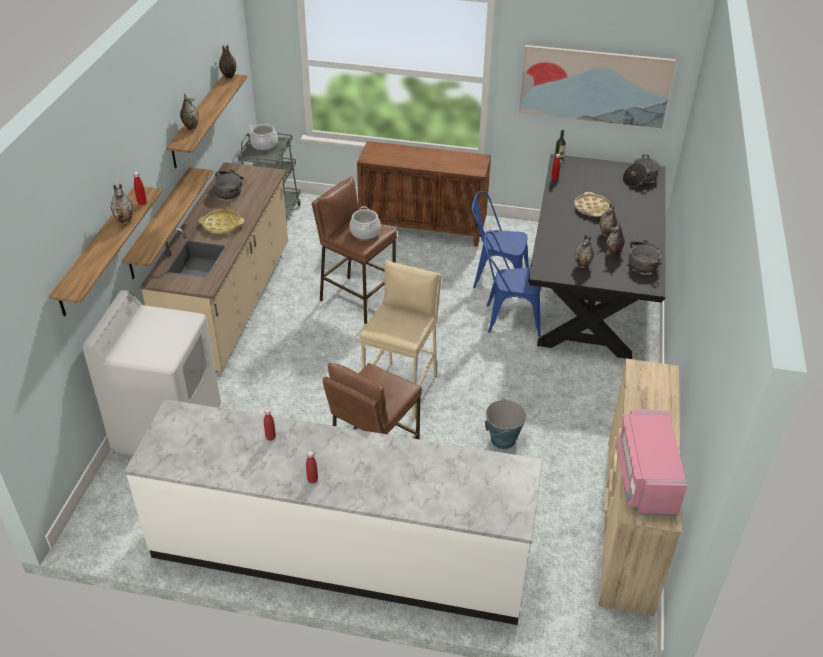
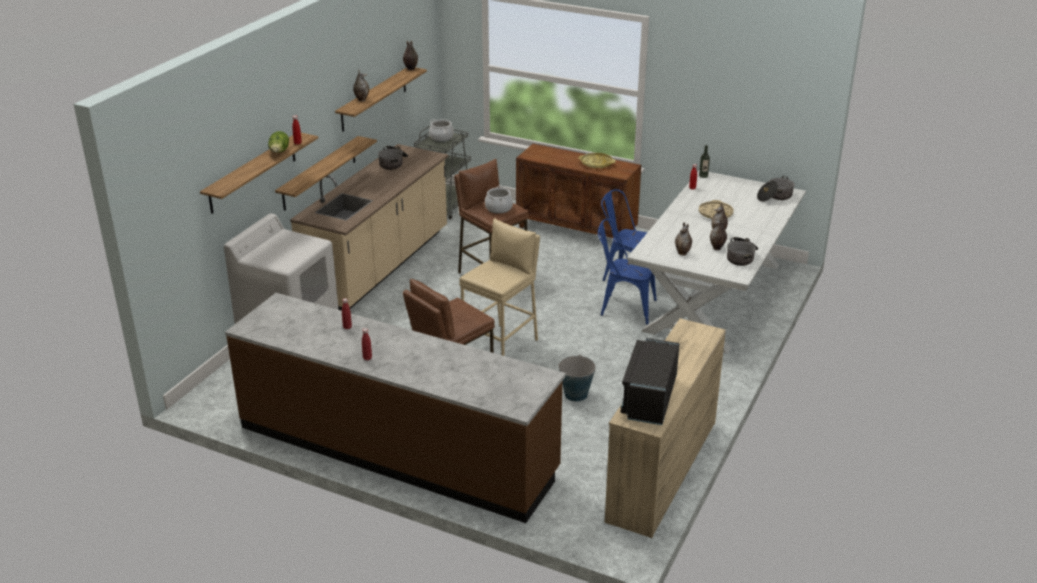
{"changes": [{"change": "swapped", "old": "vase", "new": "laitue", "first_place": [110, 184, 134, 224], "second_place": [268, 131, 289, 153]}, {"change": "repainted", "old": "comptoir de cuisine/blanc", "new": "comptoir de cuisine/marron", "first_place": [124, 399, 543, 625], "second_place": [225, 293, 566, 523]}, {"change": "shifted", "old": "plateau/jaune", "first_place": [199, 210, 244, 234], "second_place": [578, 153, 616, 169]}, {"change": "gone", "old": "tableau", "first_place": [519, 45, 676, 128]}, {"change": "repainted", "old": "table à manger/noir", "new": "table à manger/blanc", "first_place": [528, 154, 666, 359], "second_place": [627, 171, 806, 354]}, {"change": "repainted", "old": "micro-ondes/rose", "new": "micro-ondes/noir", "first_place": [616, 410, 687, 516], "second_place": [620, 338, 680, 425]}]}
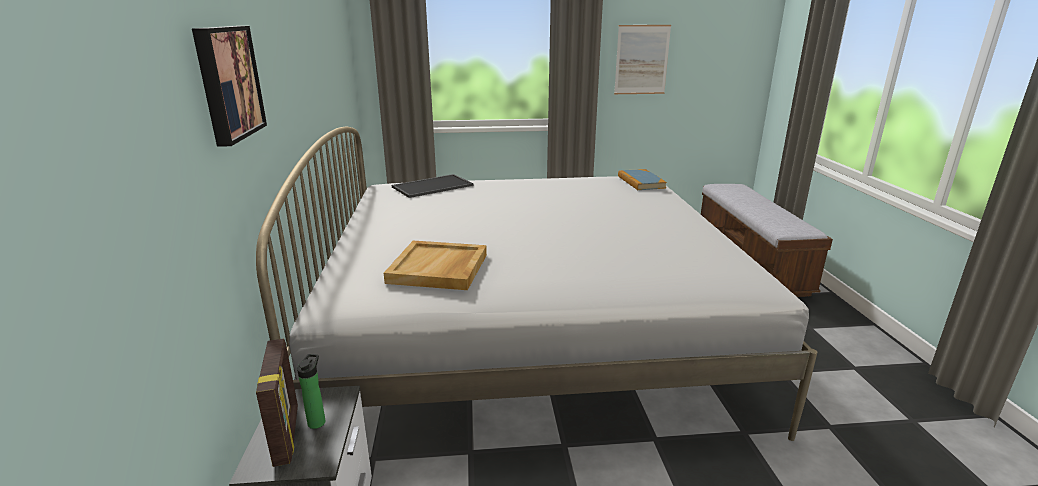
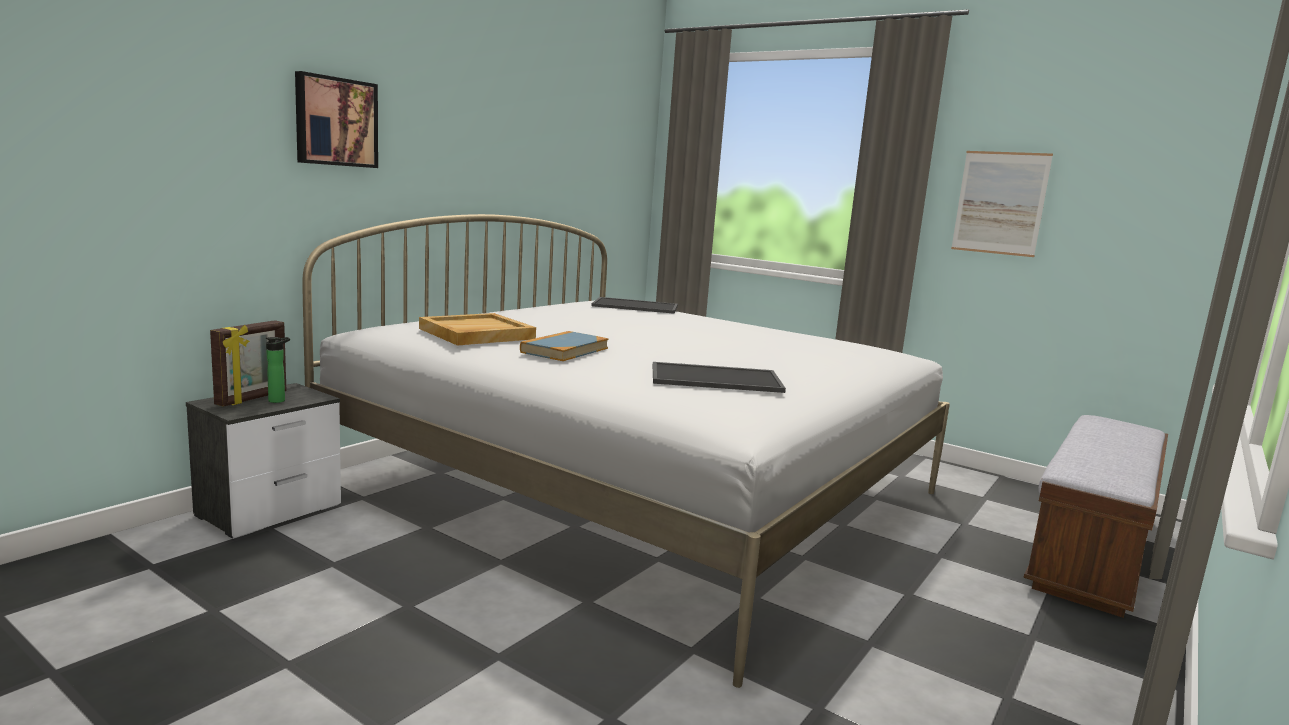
{"changes": [{"change": "shifted", "old": "livre", "first_place": [618, 169, 667, 190], "second_place": [520, 331, 609, 361]}, {"change": "new", "new": "plateau", "second_place": [653, 362, 786, 393]}]}
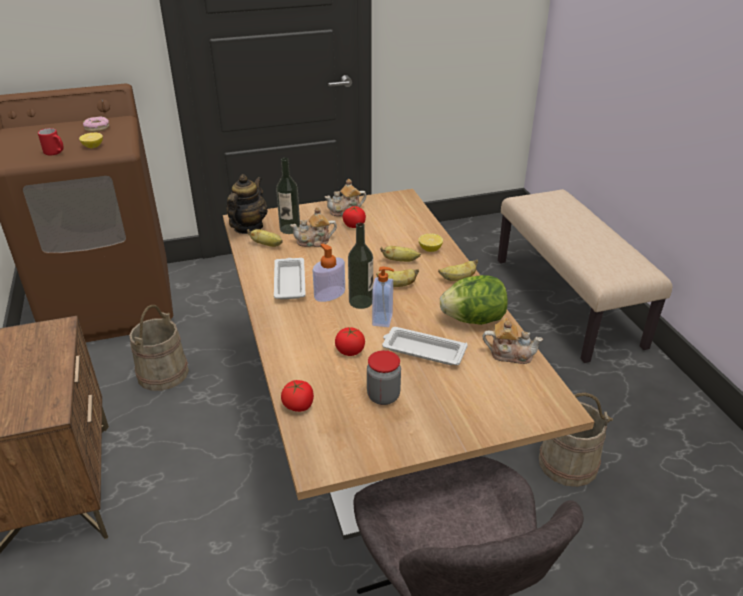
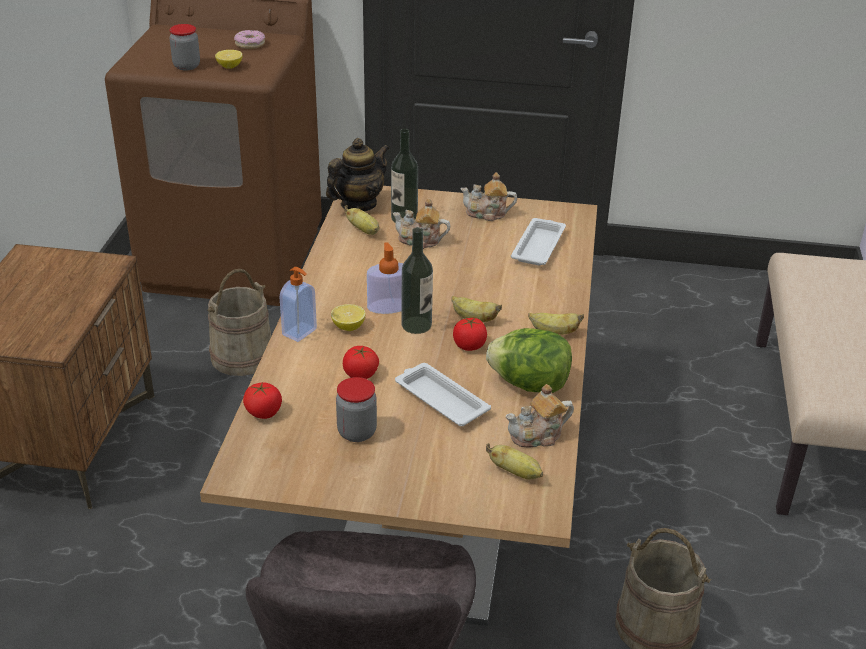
{"changes": [{"change": "swapped", "old": "mug/rouge", "new": "bocal", "first_place": [38, 128, 63, 156], "second_place": [169, 24, 200, 70]}, {"change": "shifted", "old": "plateau/blanc", "first_place": [274, 258, 306, 299], "second_place": [511, 218, 566, 266]}, {"change": "shifted", "old": "tomate", "first_place": [342, 206, 366, 228], "second_place": [453, 318, 487, 351]}, {"change": "shifted", "old": "distributeur de savon", "first_place": [372, 267, 394, 327], "second_place": [280, 267, 317, 342]}, {"change": "shifted", "old": "banane", "first_place": [380, 246, 421, 262], "second_place": [486, 443, 543, 480]}, {"change": "shifted", "old": "citron", "first_place": [418, 234, 443, 252], "second_place": [331, 304, 366, 331]}, {"change": "rotated", "old": "théière", "first_place": [483, 318, 543, 364], "second_place": [505, 384, 574, 447], "degrees": 120}]}
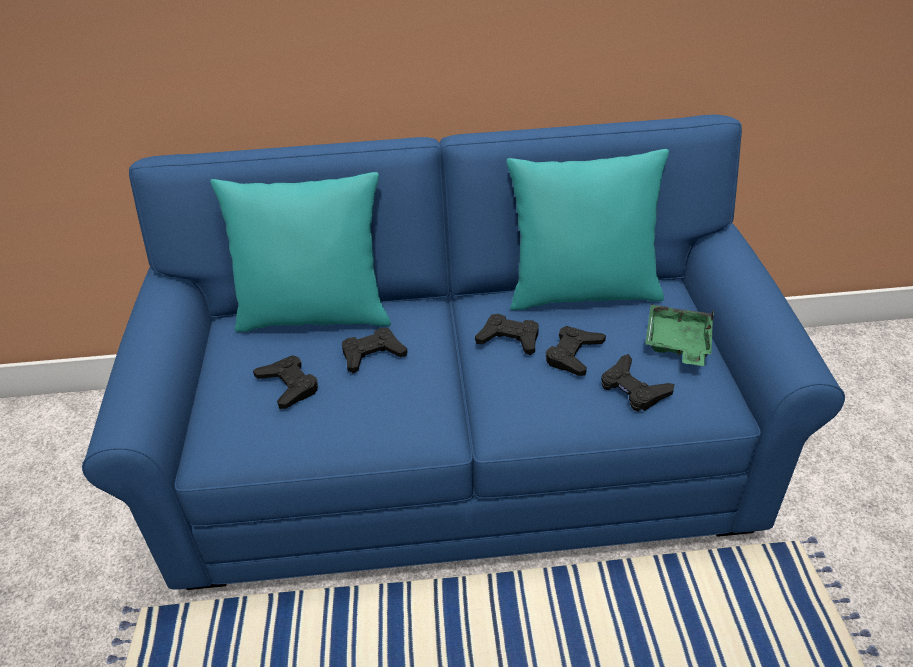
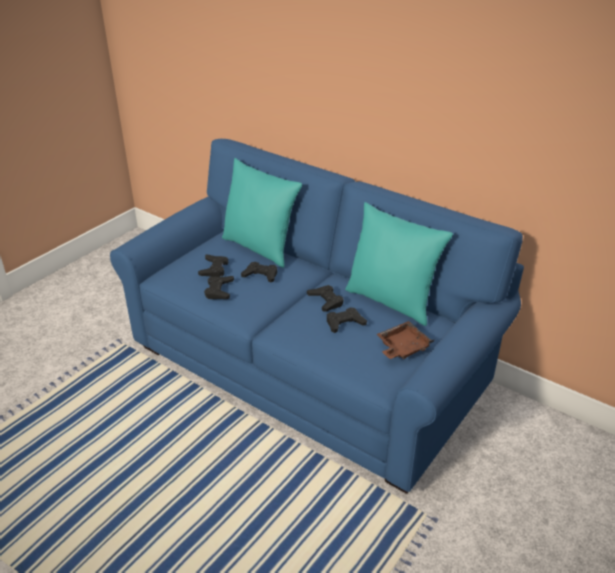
{"changes": [{"change": "shifted", "old": "manette/noir", "first_place": [601, 354, 675, 412], "second_place": [204, 276, 234, 299]}, {"change": "repainted", "old": "plateau/vert", "new": "plateau/marron", "first_place": [645, 304, 714, 366], "second_place": [376, 321, 435, 359]}]}
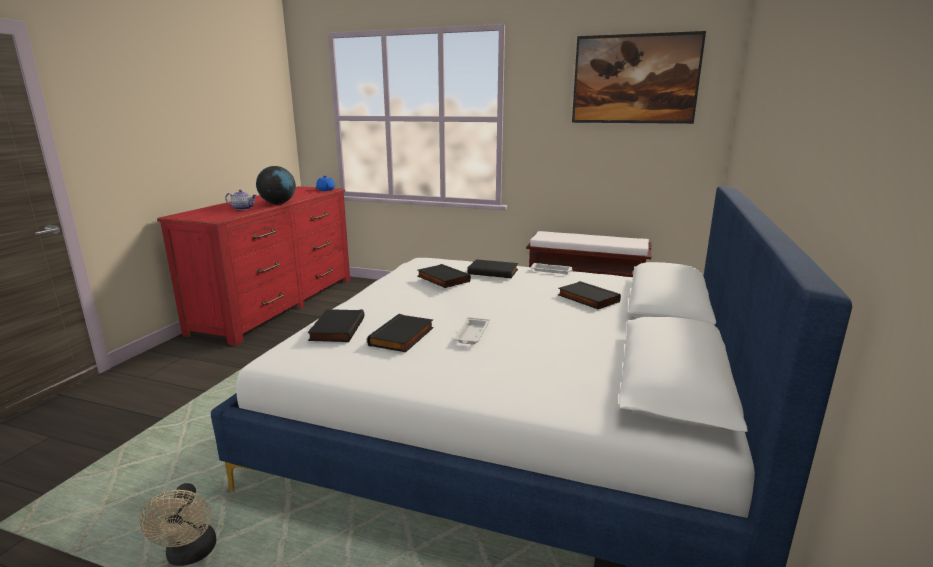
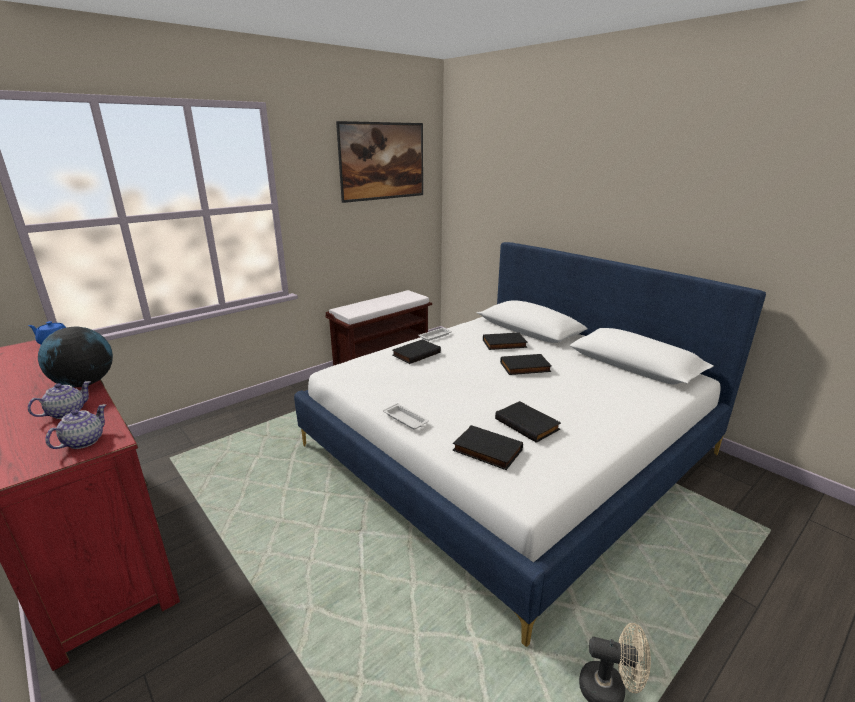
{"changes": [{"change": "shifted", "old": "livre/noir", "first_place": [418, 264, 471, 288], "second_place": [500, 354, 552, 375]}, {"change": "shifted", "old": "plateau/blanc", "first_place": [454, 317, 490, 344], "second_place": [383, 403, 429, 430]}, {"change": "new", "new": "théière", "second_place": [45, 404, 106, 449]}]}
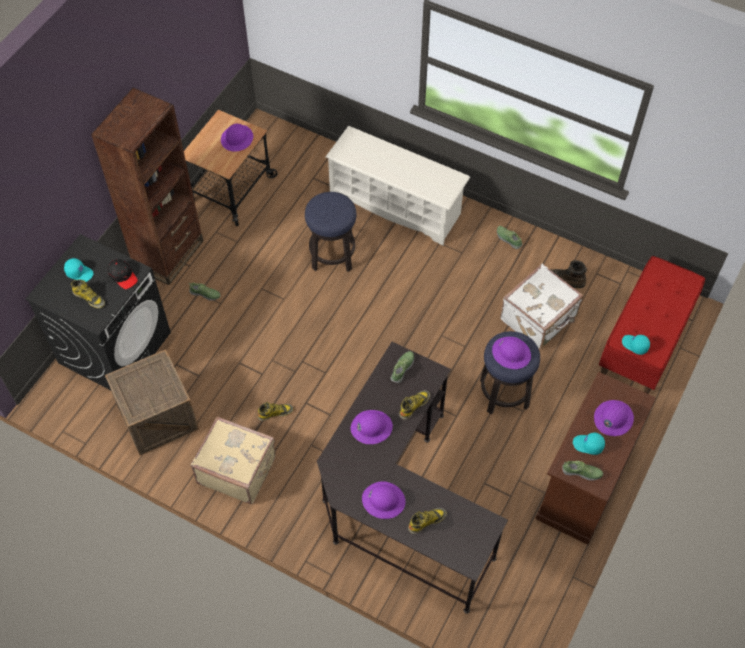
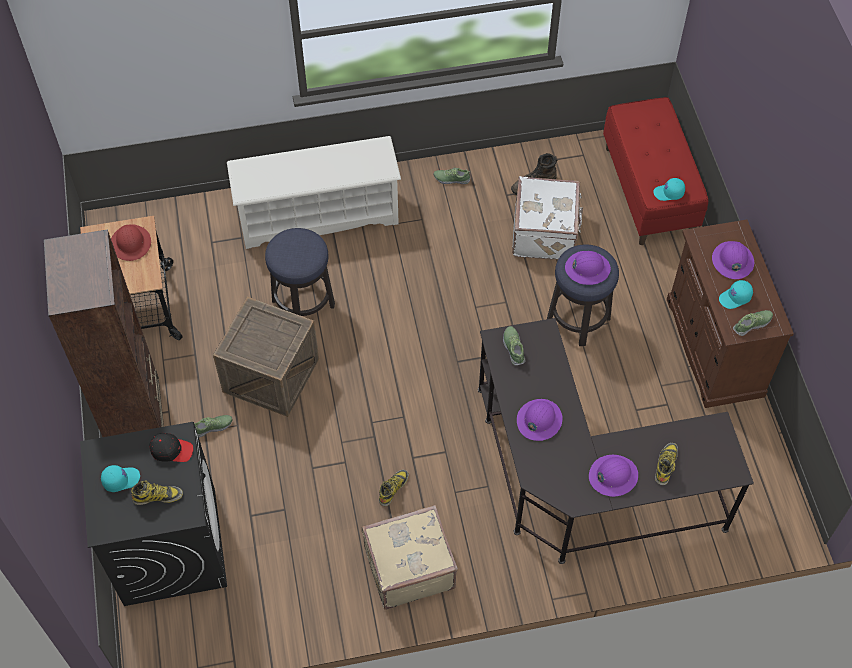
{"changes": [{"change": "shifted", "old": "caisse", "first_place": [105, 349, 199, 455], "second_place": [213, 297, 319, 417]}, {"change": "repainted", "old": "casque de chantier/violet", "new": "casque de chantier/rouge", "first_place": [221, 123, 253, 152], "second_place": [111, 224, 151, 261]}, {"change": "gone", "old": "botte", "first_place": [399, 390, 430, 420]}]}
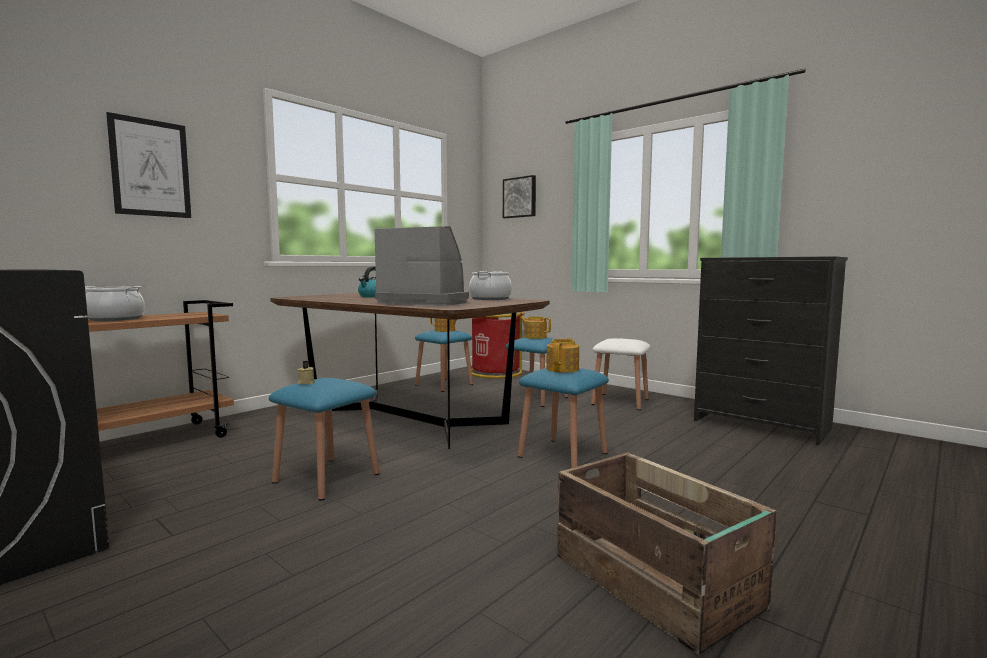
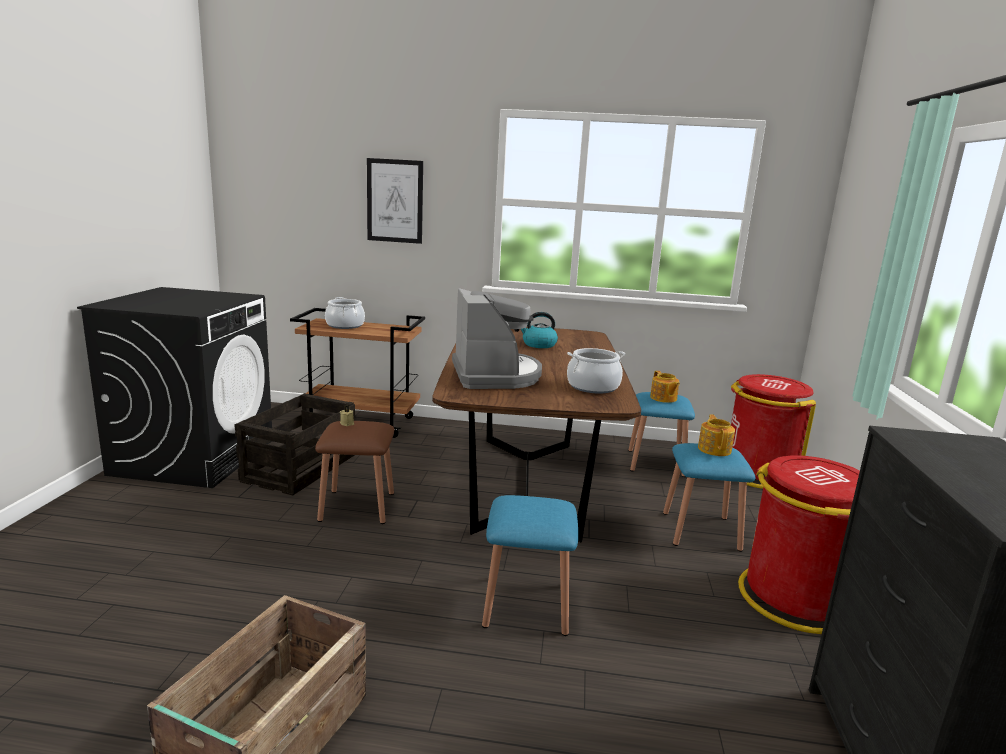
{"changes": [{"change": "repainted", "old": "tabouret/bleu", "new": "tabouret/marron", "first_place": [269, 378, 380, 501], "second_place": [315, 421, 394, 524]}, {"change": "gone", "old": "tableau", "first_place": [503, 175, 536, 218]}, {"change": "gone", "old": "théière", "first_place": [546, 338, 579, 373]}, {"change": "swapped", "old": "tabouret/blanc", "new": "poubelle/rouge", "first_place": [591, 338, 650, 410], "second_place": [738, 455, 860, 634]}, {"change": "new", "new": "caisse", "second_place": [234, 393, 355, 496]}]}
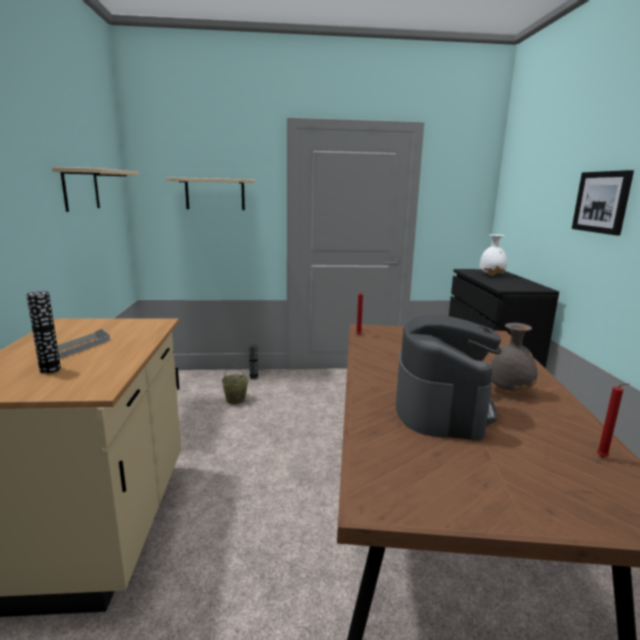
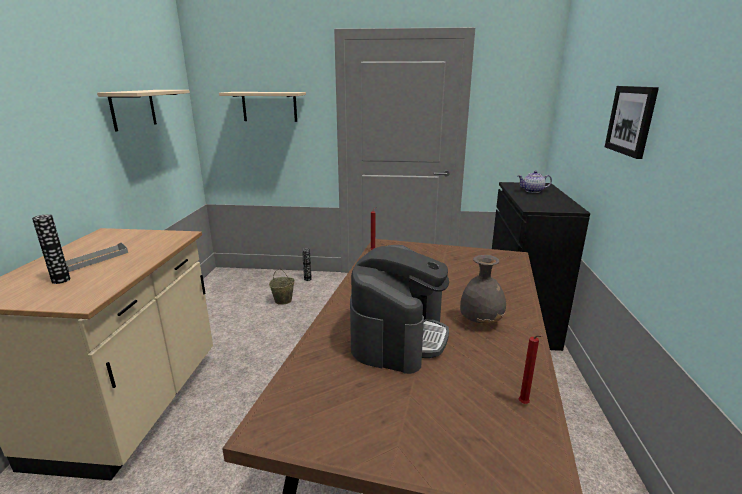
{"changes": [{"change": "swapped", "old": "vase/blanc", "new": "théière", "first_place": [480, 234, 508, 276], "second_place": [518, 171, 552, 193]}]}
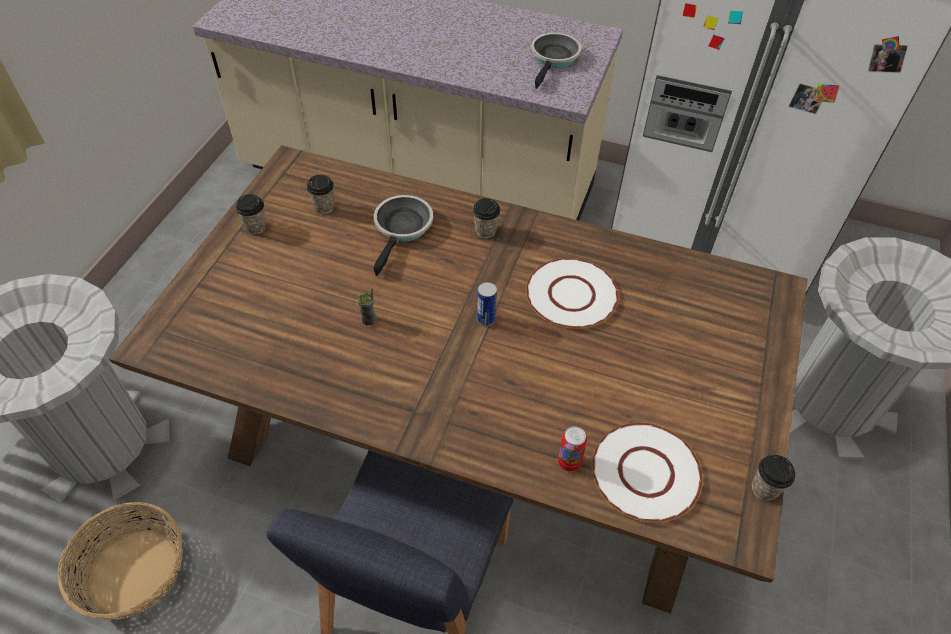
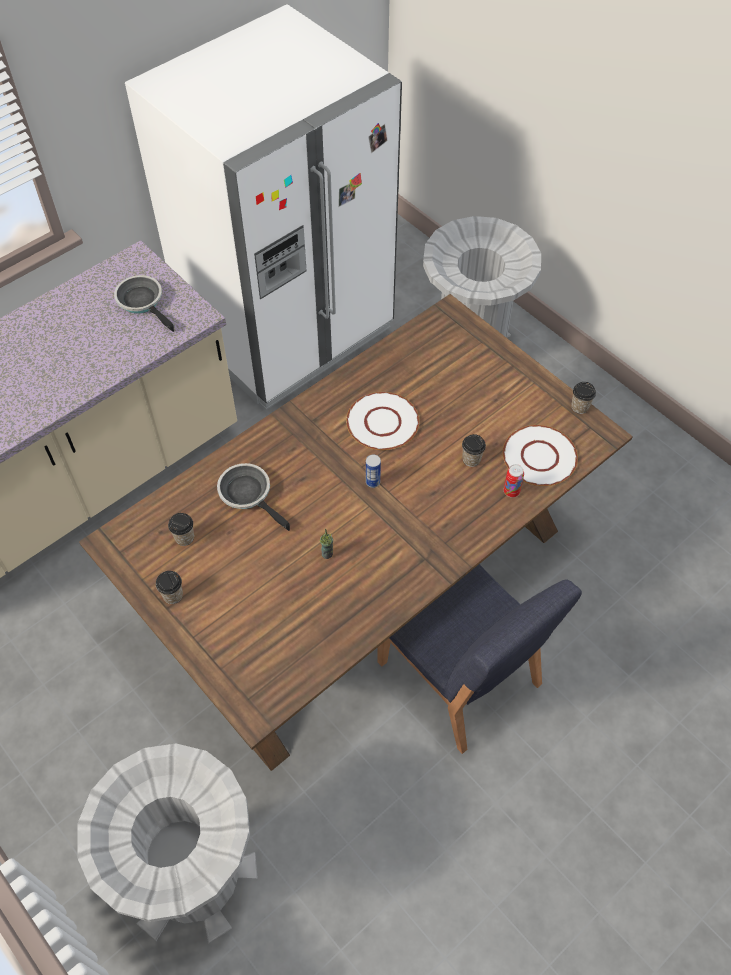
{"changes": [{"change": "gone", "old": "panier", "first_place": [58, 502, 183, 620]}, {"change": "shifted", "old": "tasse", "first_place": [473, 198, 500, 238], "second_place": [462, 434, 486, 467]}]}
